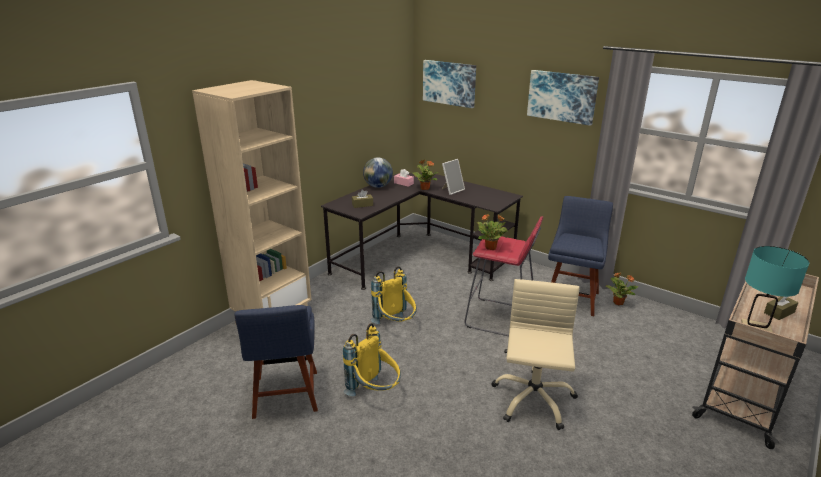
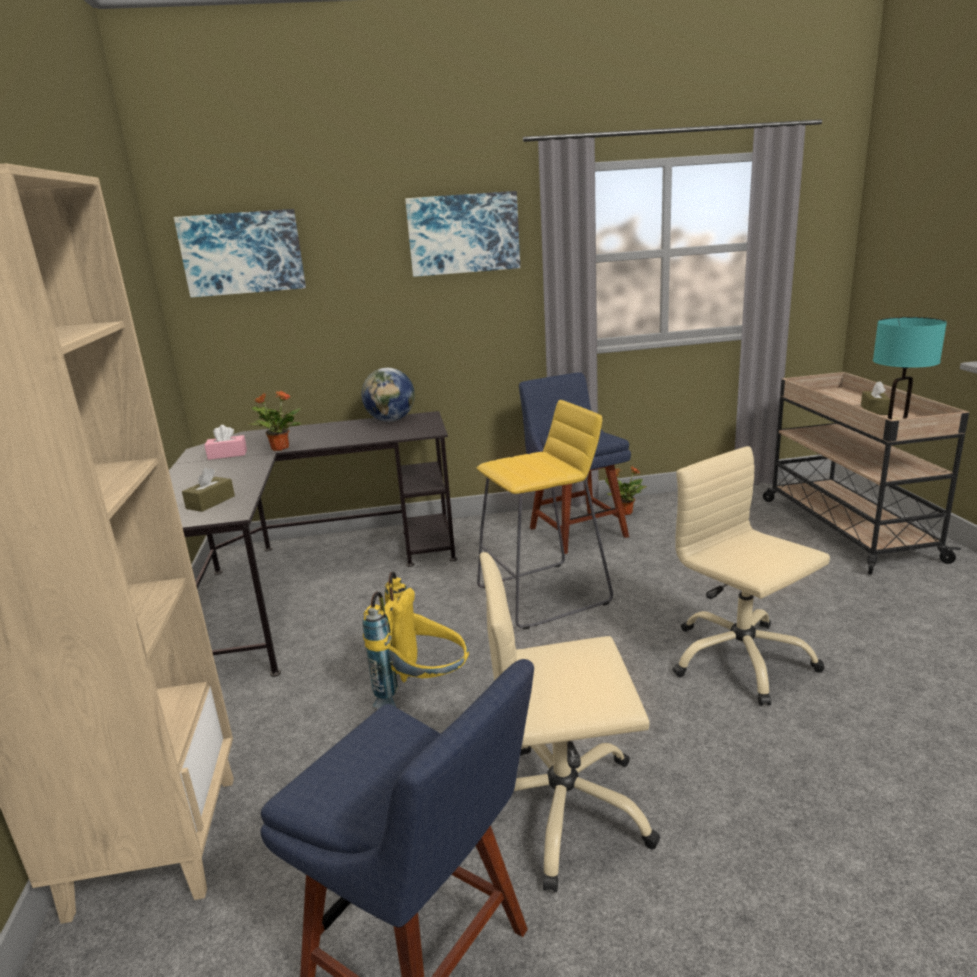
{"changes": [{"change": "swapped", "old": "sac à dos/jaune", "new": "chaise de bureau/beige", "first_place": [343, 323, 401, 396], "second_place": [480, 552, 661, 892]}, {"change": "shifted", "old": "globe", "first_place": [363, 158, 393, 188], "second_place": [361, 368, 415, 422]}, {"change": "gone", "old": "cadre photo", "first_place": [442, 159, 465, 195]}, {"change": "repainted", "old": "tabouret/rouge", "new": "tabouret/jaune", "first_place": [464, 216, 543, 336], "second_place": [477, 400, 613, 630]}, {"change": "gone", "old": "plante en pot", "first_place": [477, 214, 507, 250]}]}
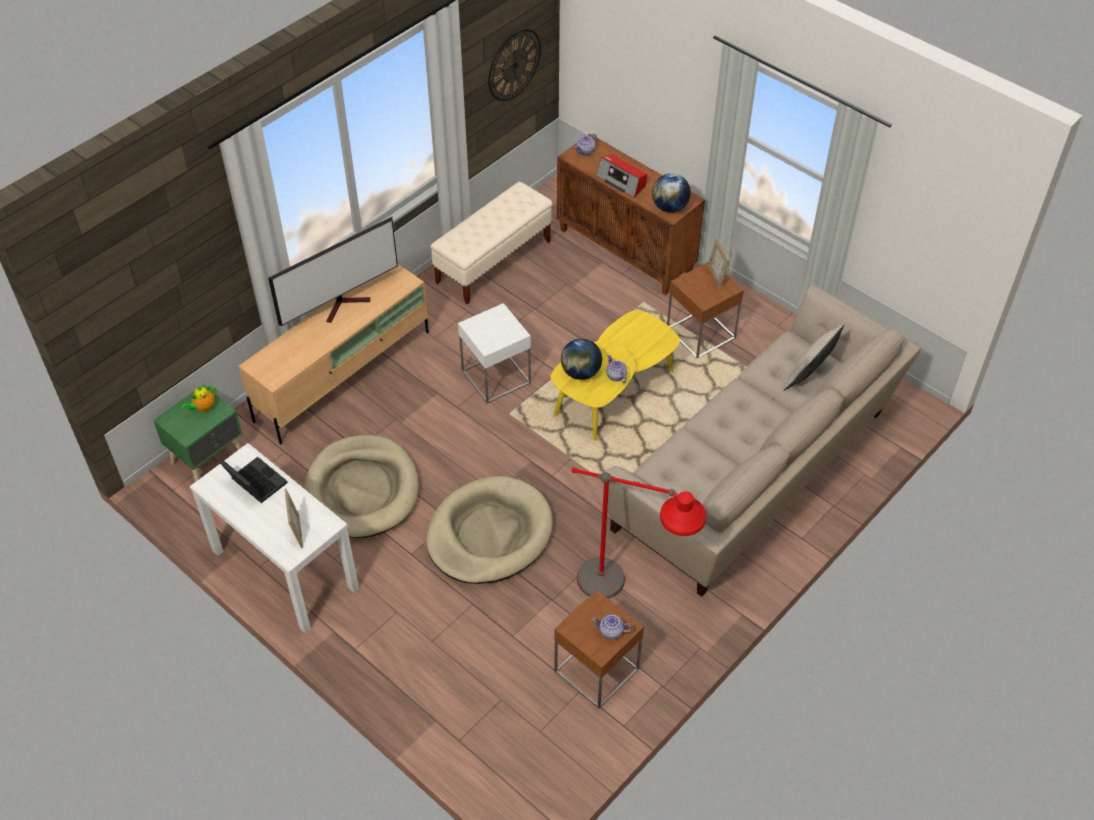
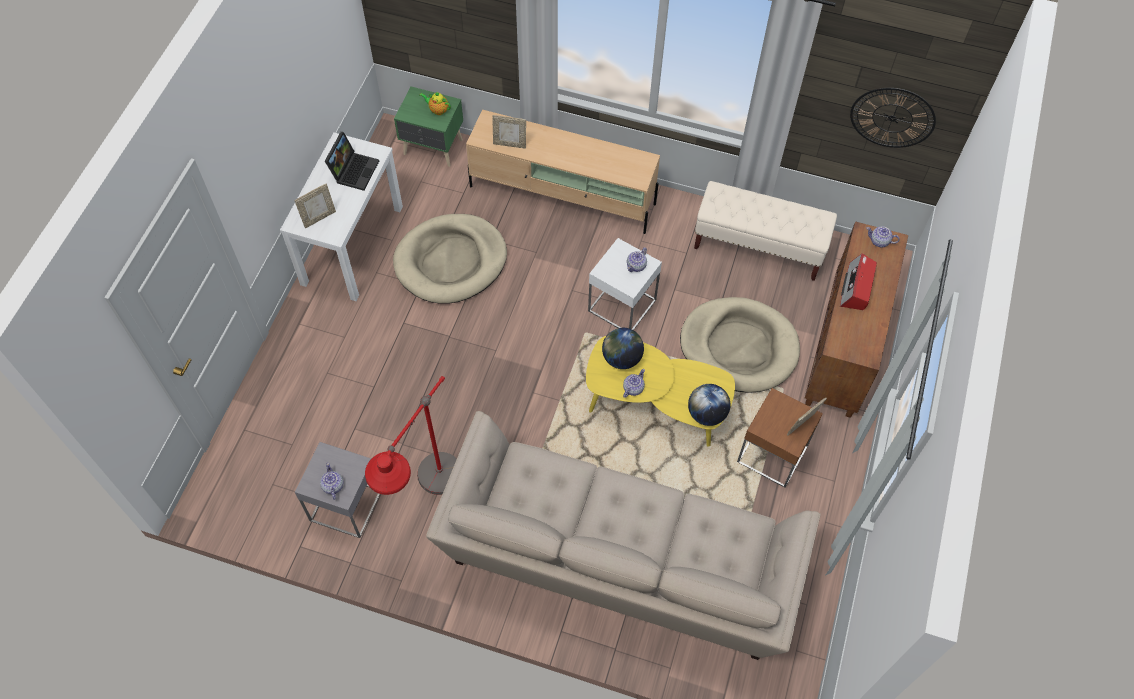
{"changes": [{"change": "gone", "old": "téléviseur", "first_place": [268, 217, 398, 326]}, {"change": "shifted", "old": "panier pour chien/beige", "first_place": [426, 476, 553, 584], "second_place": [680, 297, 800, 393]}, {"change": "repainted", "old": "table d'appoint/marron", "new": "table d'appoint/gris", "first_place": [554, 590, 644, 709], "second_place": [295, 442, 380, 538]}, {"change": "shifted", "old": "globe", "first_place": [652, 173, 691, 213], "second_place": [688, 384, 731, 426]}, {"change": "gone", "old": "coussin/beige", "first_place": [783, 325, 844, 391]}, {"change": "new", "new": "cadre photo", "second_place": [492, 115, 526, 149]}, {"change": "new", "new": "théière", "second_place": [627, 248, 647, 272]}]}
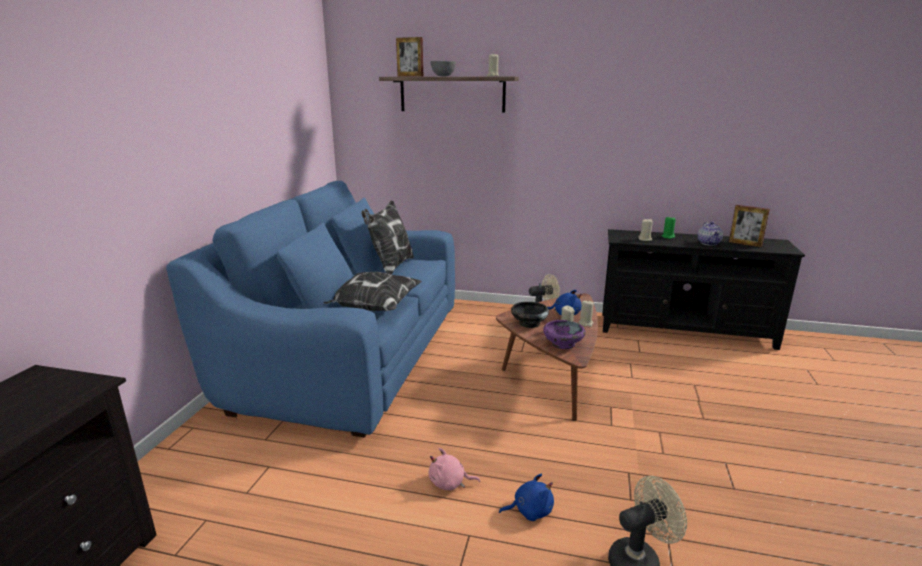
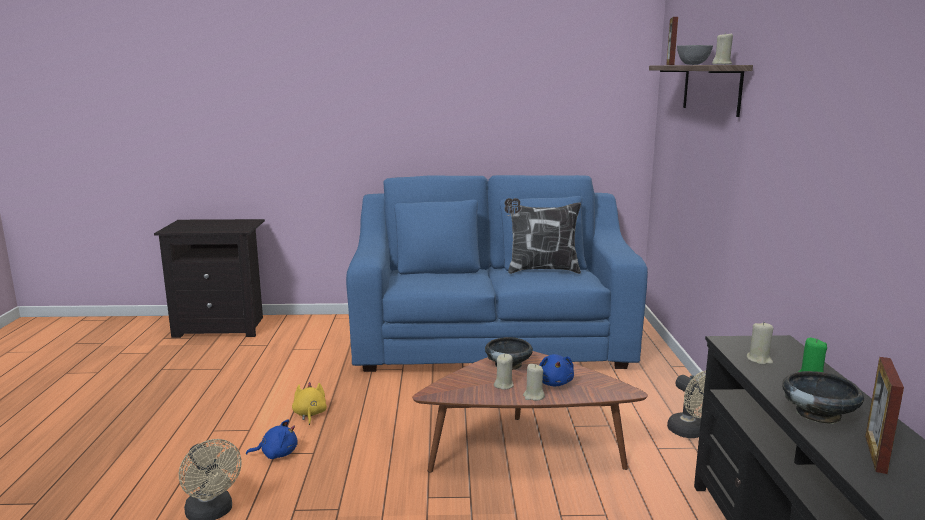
{"changes": [{"change": "gone", "old": "coussin", "first_place": [324, 272, 422, 311]}, {"change": "repainted", "old": "peluche/rose", "new": "peluche/jaune", "first_place": [429, 448, 480, 490], "second_place": [292, 382, 327, 425]}, {"change": "rotated", "old": "peluche/bleu", "first_place": [499, 474, 554, 521], "second_place": [246, 419, 298, 459], "degrees": -75}, {"change": "gone", "old": "bol/violet", "first_place": [543, 320, 586, 349]}, {"change": "swapped", "old": "théière", "new": "bol/noir", "first_place": [698, 221, 723, 246], "second_place": [782, 371, 864, 424]}]}
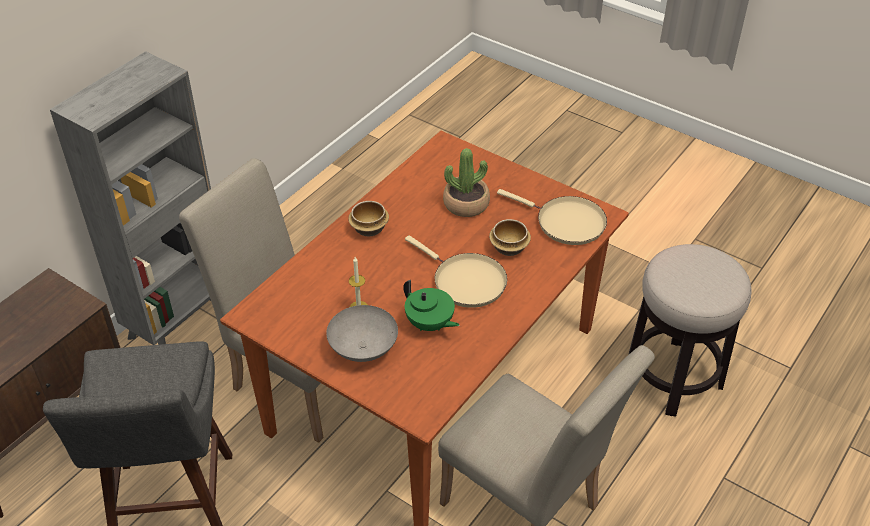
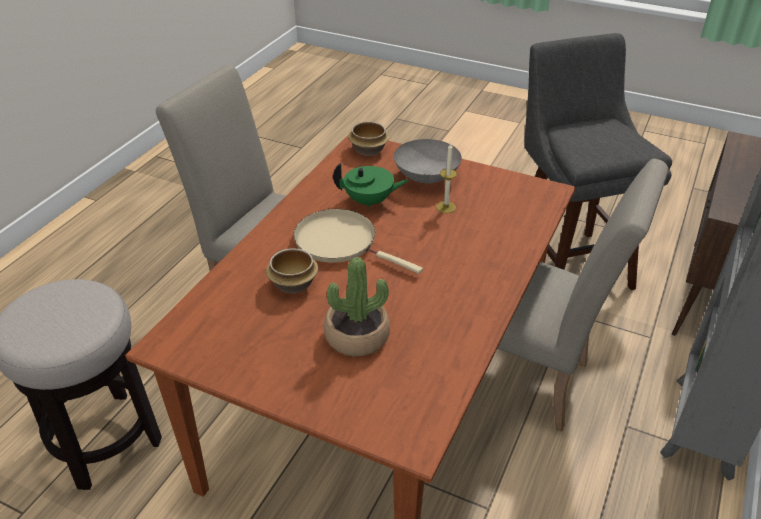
{"changes": [{"change": "shifted", "old": "bol", "first_place": [348, 201, 389, 236], "second_place": [348, 121, 389, 156]}, {"change": "rotated", "old": "théière/vert", "first_place": [403, 280, 459, 331], "second_place": [333, 163, 409, 209], "degrees": 150}, {"change": "gone", "old": "poêle/beige", "first_place": [497, 189, 607, 245]}]}
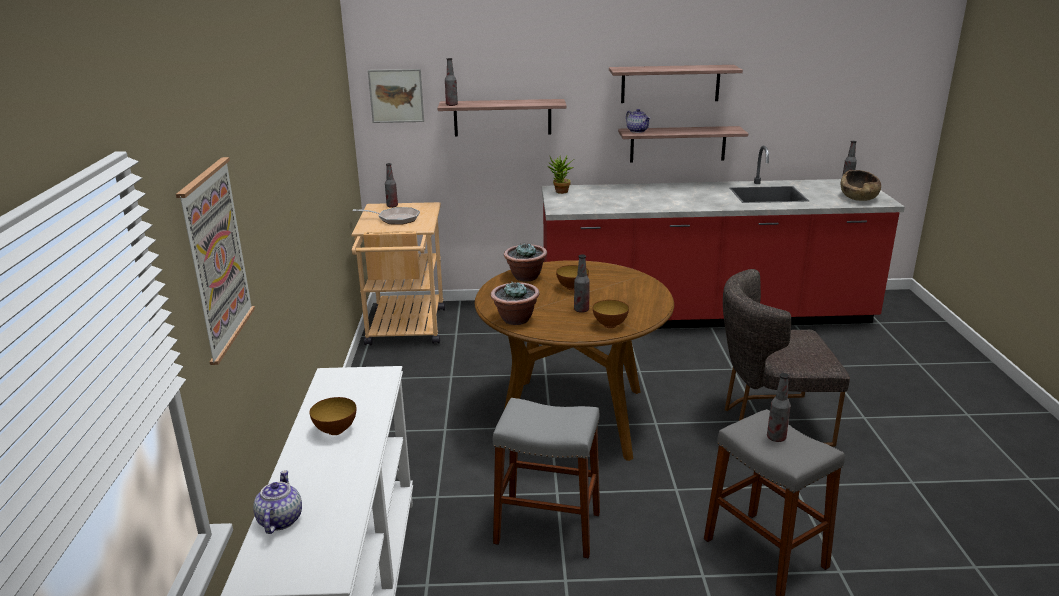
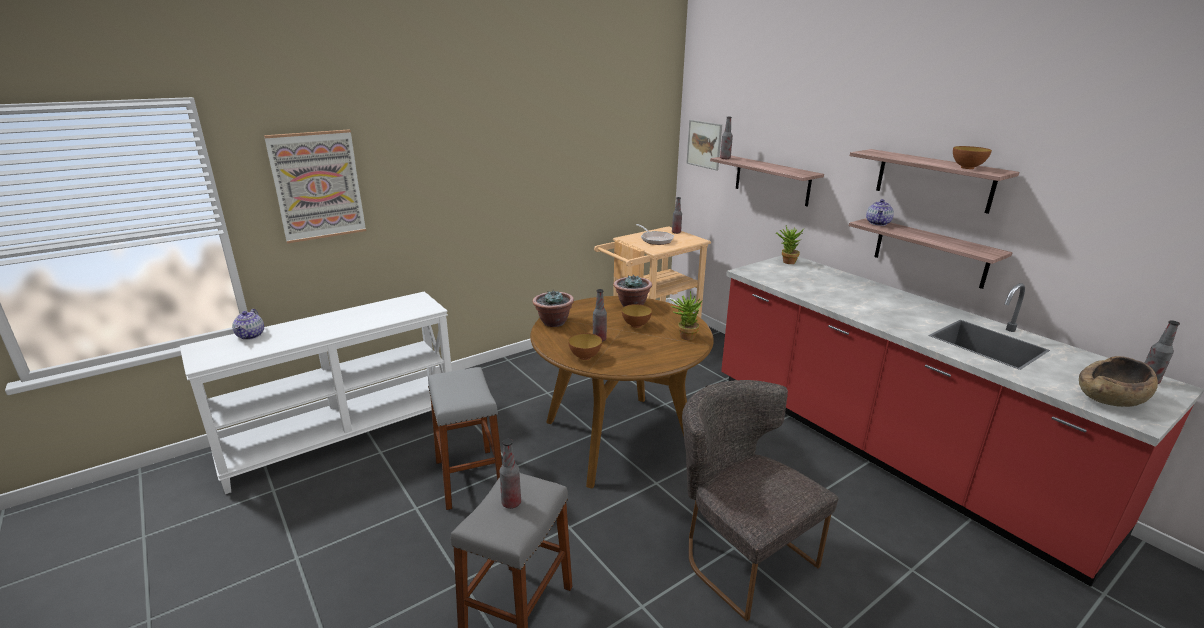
{"changes": [{"change": "rotated", "old": "théière", "first_place": [253, 470, 302, 534], "second_place": [232, 309, 264, 340], "degrees": 120}, {"change": "shifted", "old": "bol", "first_place": [310, 397, 356, 435], "second_place": [953, 146, 992, 169]}, {"change": "new", "new": "plante en pot", "second_place": [671, 291, 703, 340]}]}
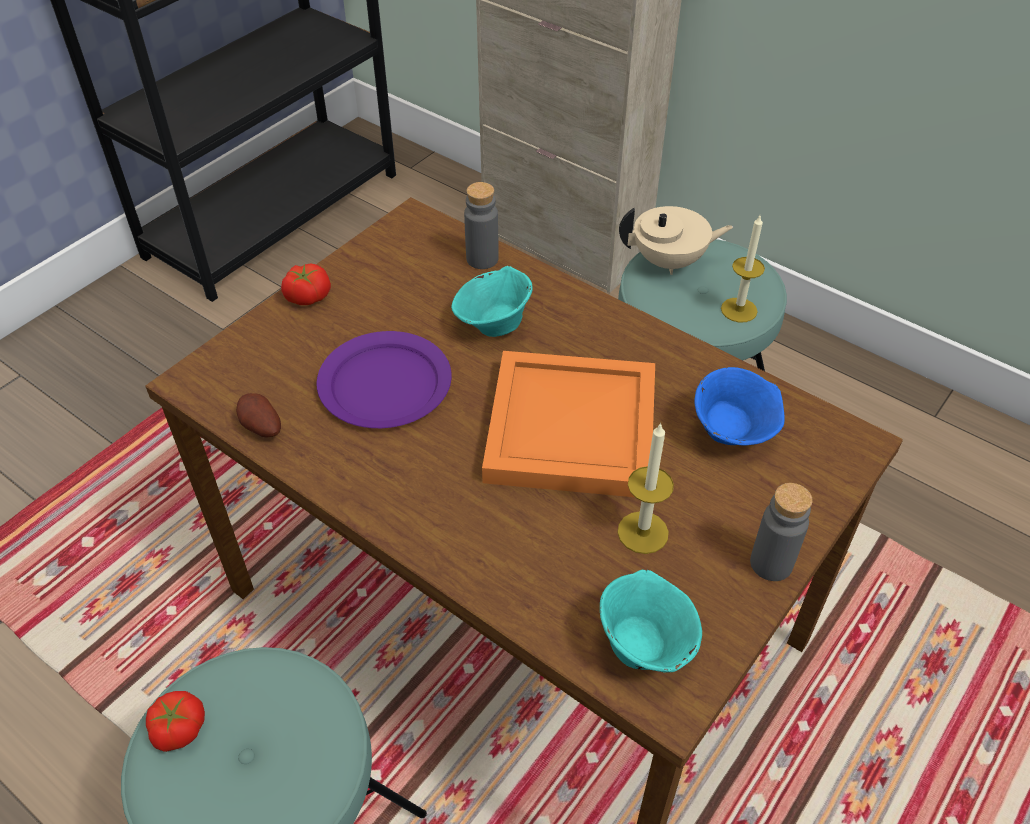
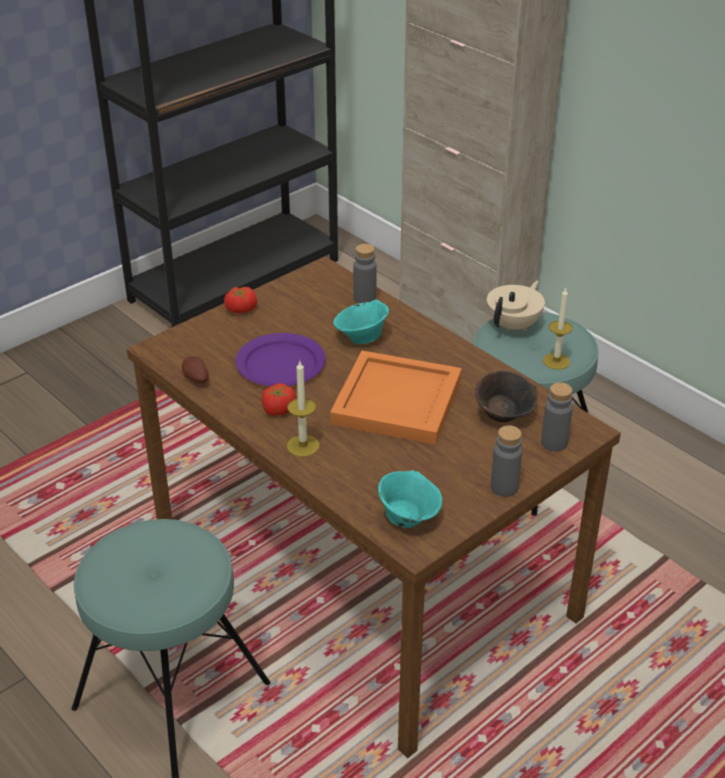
{"changes": [{"change": "shifted", "old": "tomate", "first_place": [146, 691, 205, 752], "second_place": [262, 383, 296, 416]}, {"change": "shifted", "old": "bougie", "first_place": [618, 422, 674, 554], "second_place": [287, 361, 319, 457]}, {"change": "rotated", "old": "théière/beige", "first_place": [619, 206, 733, 275], "second_place": [487, 280, 545, 332], "degrees": -60}, {"change": "repainted", "old": "bol/bleu", "new": "bol/marron", "first_place": [694, 367, 784, 446], "second_place": [475, 371, 538, 423]}, {"change": "new", "new": "bouteille/gris", "second_place": [541, 382, 573, 451]}]}
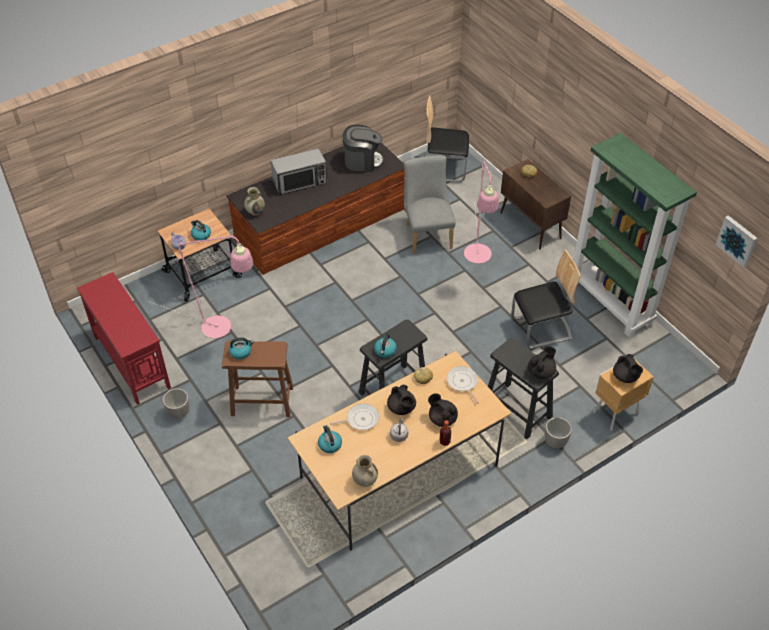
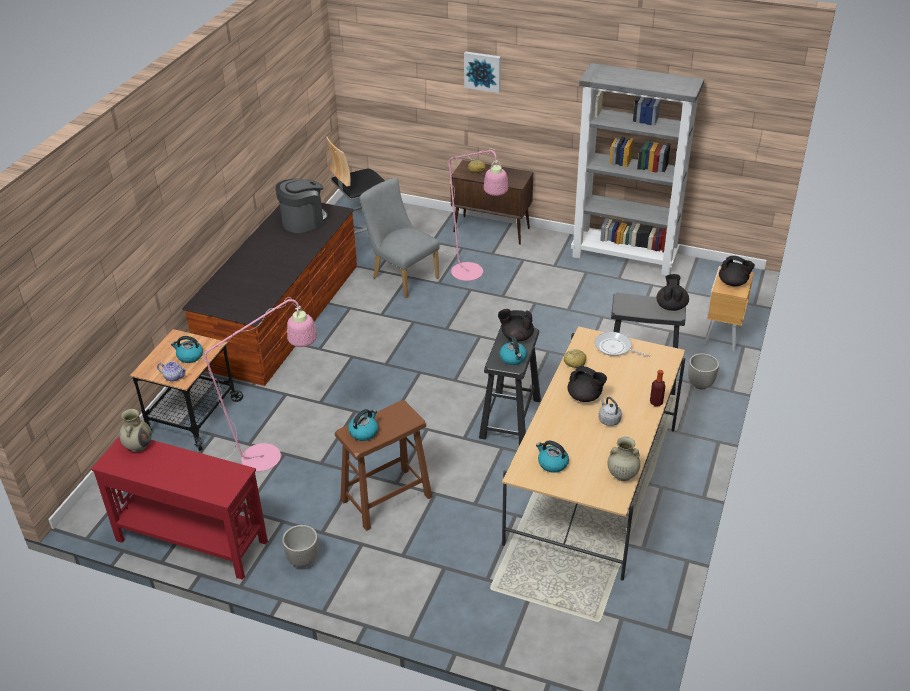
{"changes": [{"change": "shifted", "old": "vase/beige", "first_place": [244, 187, 265, 216], "second_place": [119, 409, 152, 452]}, {"change": "gone", "old": "micro-ondes", "first_place": [271, 148, 327, 195]}, {"change": "gone", "old": "poêle", "first_place": [330, 404, 379, 430]}, {"change": "shifted", "old": "théière/noir", "first_place": [428, 393, 458, 427], "second_place": [498, 309, 534, 342]}, {"change": "gone", "old": "chaise", "first_place": [511, 249, 581, 349]}, {"change": "repainted", "old": "bibliothèque/vert", "new": "bibliothèque/gris", "first_place": [572, 133, 697, 338], "second_place": [571, 63, 704, 275]}, {"change": "shifted", "old": "tableau", "first_place": [716, 216, 758, 267], "second_place": [464, 51, 501, 93]}]}
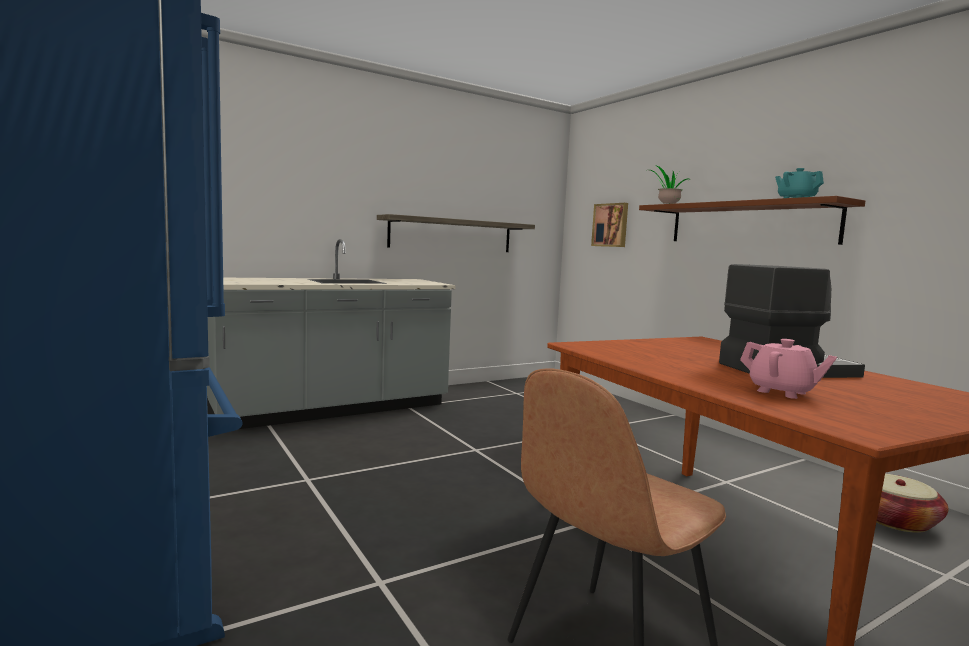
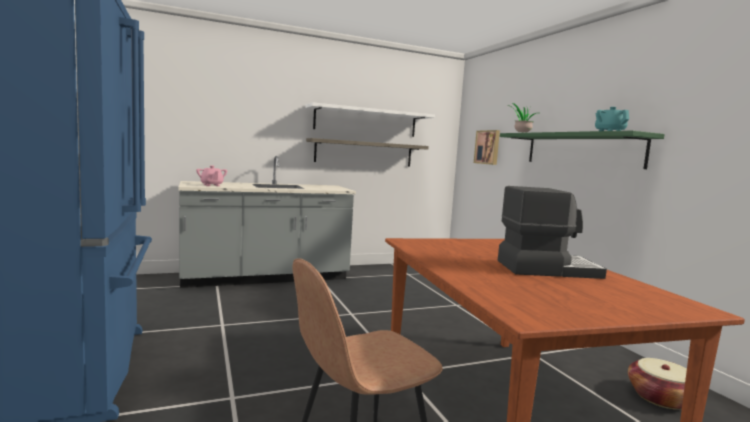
{"changes": [{"change": "repainted", "old": "étagère/marron", "new": "étagère/vert", "first_place": [639, 196, 865, 245], "second_place": [500, 131, 665, 169]}, {"change": "shifted", "old": "théière/rose", "first_place": [740, 339, 837, 399], "second_place": [196, 166, 227, 186]}, {"change": "new", "new": "étagère/blanc", "second_place": [305, 102, 435, 137]}]}
